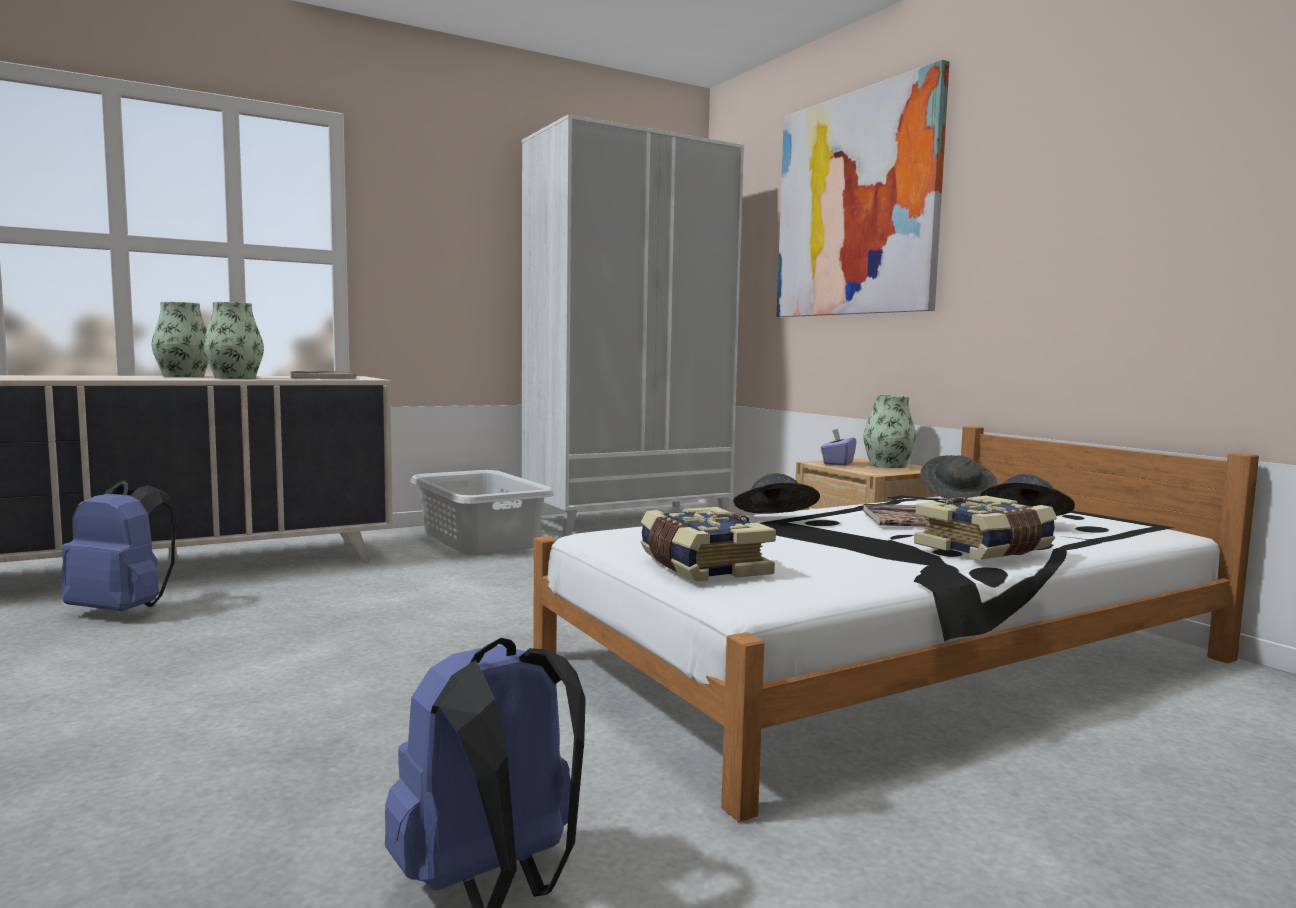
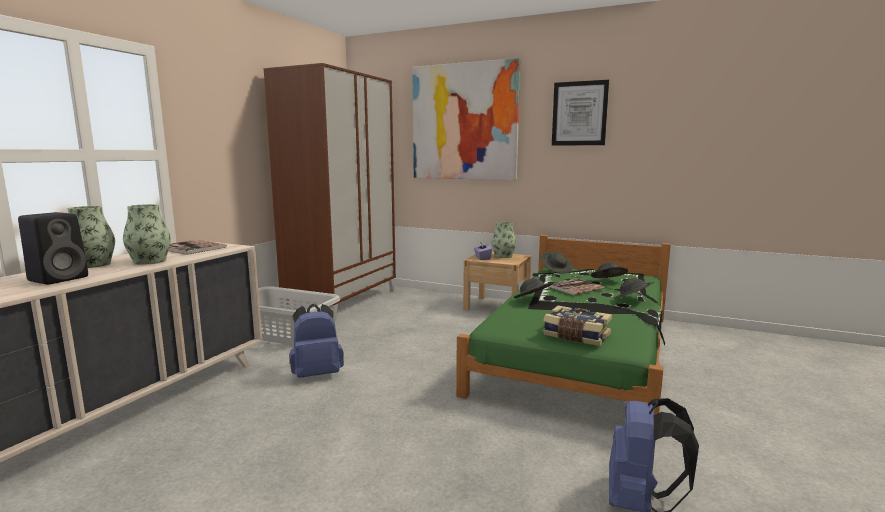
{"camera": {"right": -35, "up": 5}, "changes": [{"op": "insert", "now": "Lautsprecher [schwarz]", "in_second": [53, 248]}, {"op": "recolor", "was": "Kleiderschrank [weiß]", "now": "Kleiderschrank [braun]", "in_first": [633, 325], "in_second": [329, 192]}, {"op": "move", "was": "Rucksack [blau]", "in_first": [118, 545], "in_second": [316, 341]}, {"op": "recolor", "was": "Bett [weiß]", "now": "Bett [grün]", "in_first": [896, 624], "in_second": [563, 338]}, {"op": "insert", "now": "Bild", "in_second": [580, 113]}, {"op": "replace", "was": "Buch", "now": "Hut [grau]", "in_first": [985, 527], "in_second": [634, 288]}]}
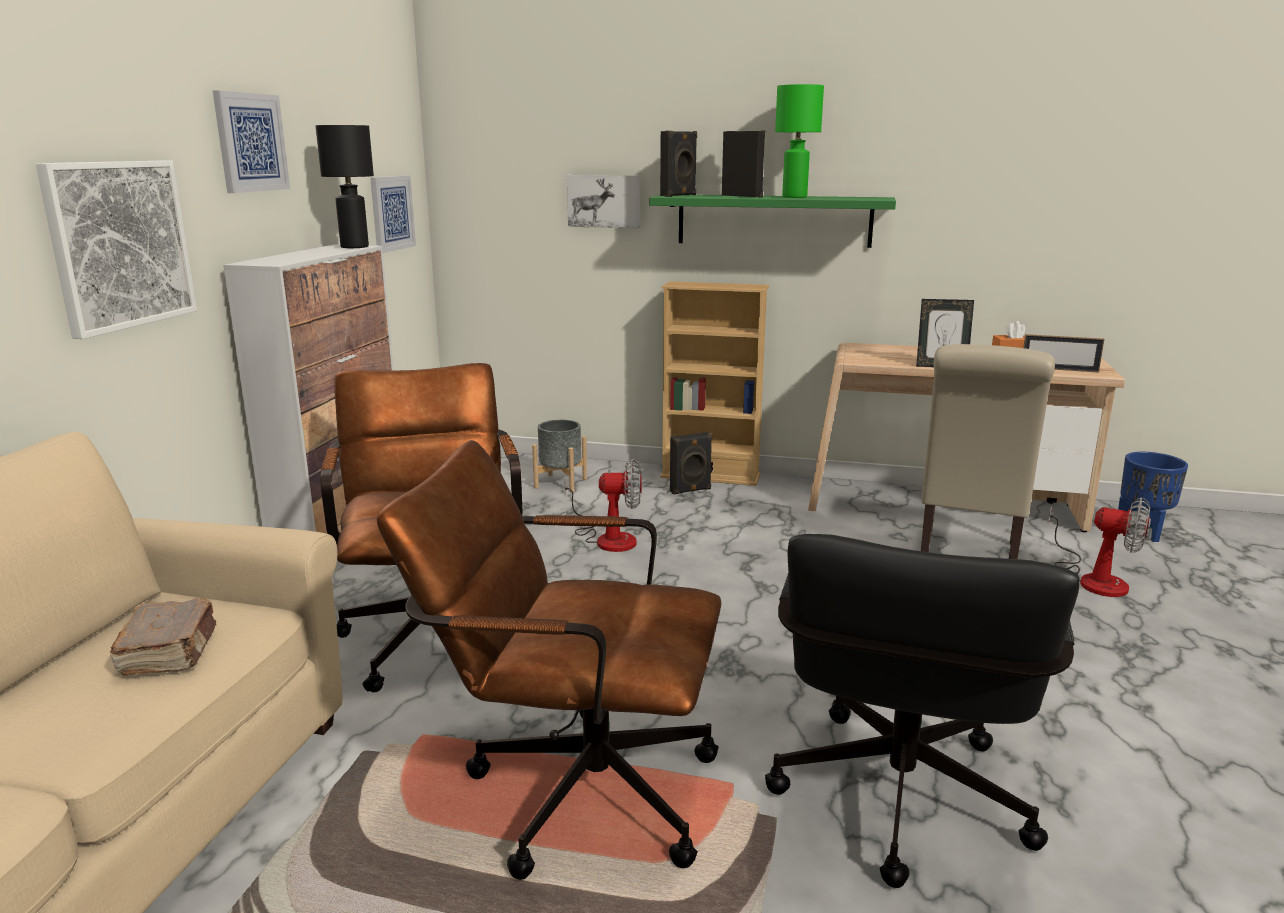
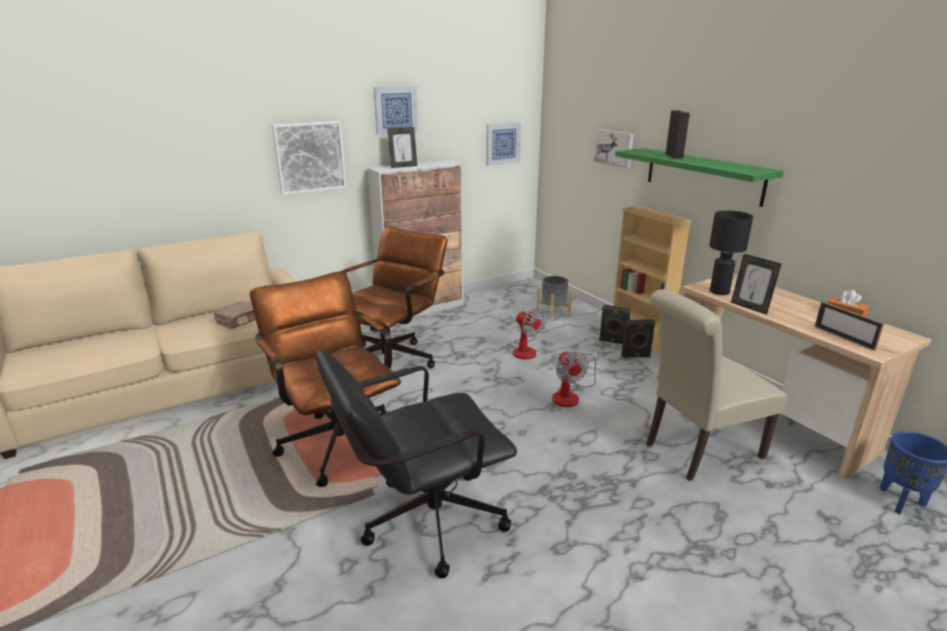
{"camera": {"right": 45, "up": 5}, "changes": [{"op": "insert", "now": "Bilderrahmen", "in_second": [402, 147]}, {"op": "move", "was": "Ventilator", "in_first": [1099, 547], "in_second": [574, 379]}, {"op": "move", "was": "Lautsprecher [schwarz]", "in_first": [678, 164], "in_second": [638, 338]}, {"op": "move", "was": "Tischlampe [schwarz]", "in_first": [344, 186], "in_second": [731, 253]}, {"op": "delete", "was": "Tischlampe [grün]", "in_first": [799, 141]}]}
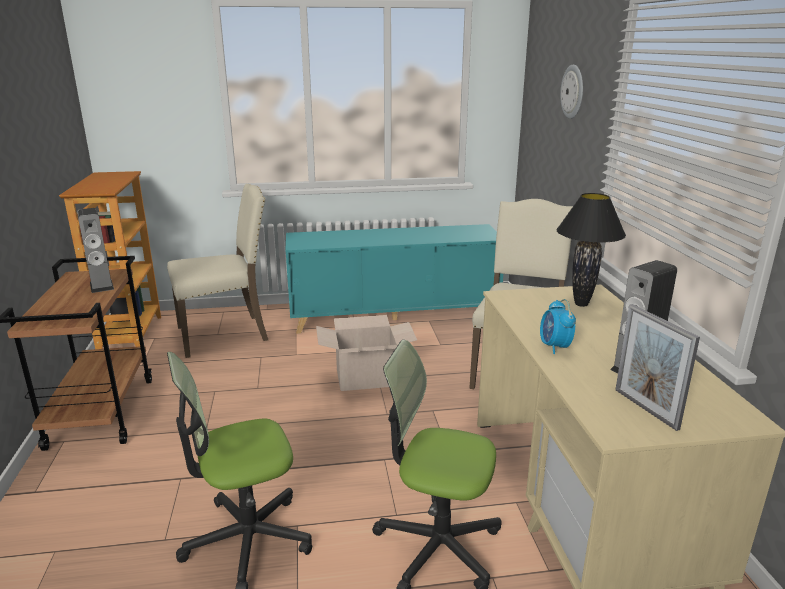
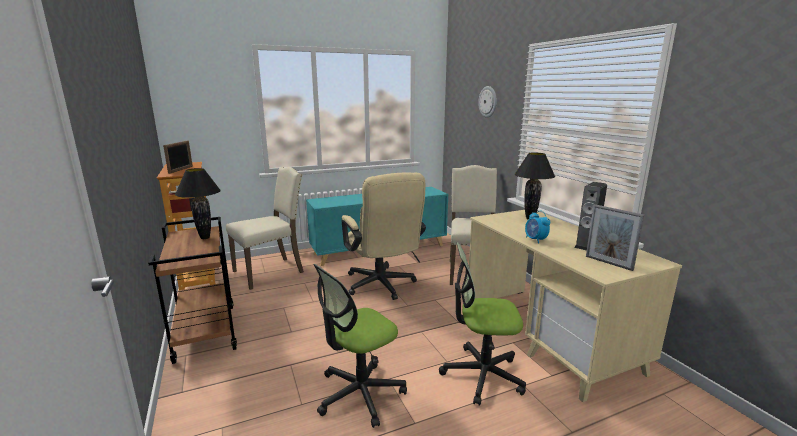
{"camera": {"right": -15, "up": -5}, "changes": [{"op": "insert", "now": "Bilderrahmen", "in_second": [178, 157]}, {"op": "replace", "was": "Lautsprecher", "now": "Tischlampe [schwarz]", "in_first": [95, 250], "in_second": [198, 203]}, {"op": "replace", "was": "Karton", "now": "Bürostuhl [beige]", "in_first": [366, 353], "in_second": [383, 236]}]}
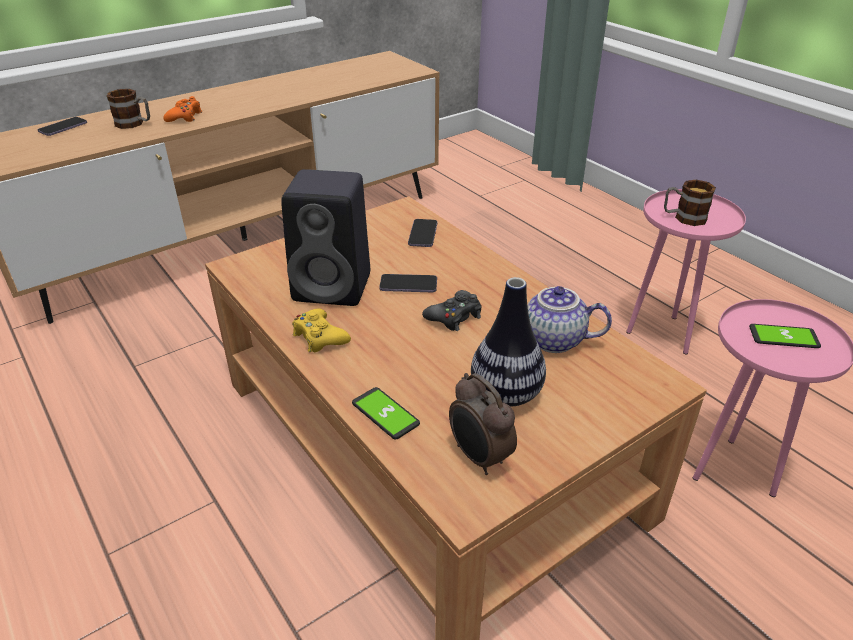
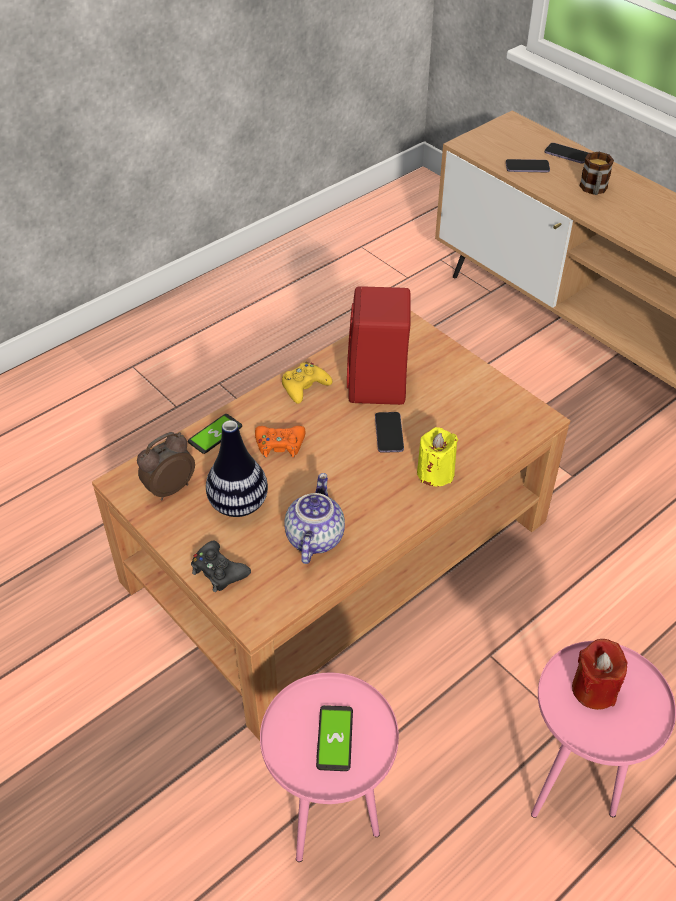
{"camera": {"right": 85, "up": 10}, "changes": [{"op": "move", "was": "Gamepad [schwarz]", "in_first": [452, 310], "in_second": [221, 566]}, {"op": "move", "was": "Gamepad [orange]", "in_first": [182, 109], "in_second": [280, 441]}, {"op": "recolor", "was": "Lautsprecher [schwarz]", "now": "Lautsprecher [rot]", "in_first": [325, 237], "in_second": [379, 345]}, {"op": "insert", "now": "Kerze [gelb]", "in_second": [437, 457]}, {"op": "move", "was": "Handy", "in_first": [422, 233], "in_second": [528, 166]}, {"op": "replace", "was": "Henkelbecher", "now": "Kerze [rot]", "in_first": [690, 203], "in_second": [599, 674]}]}
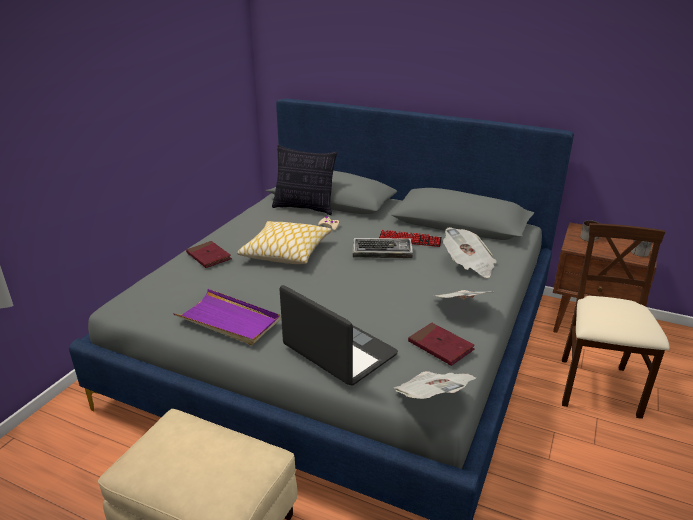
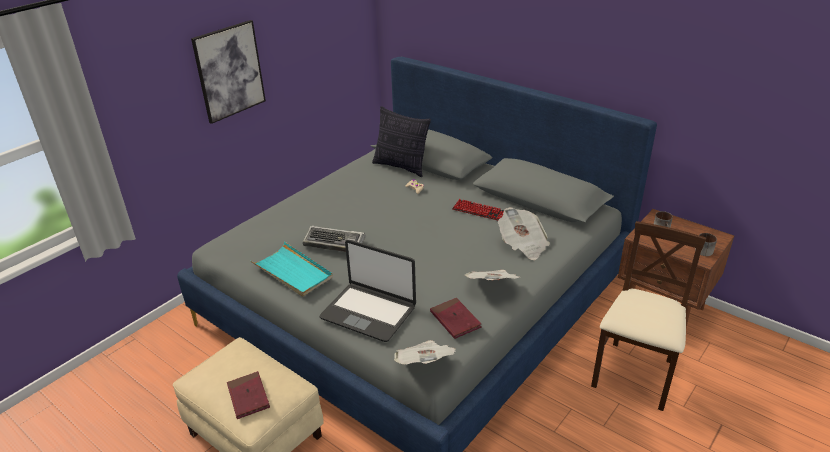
{"camera": {"right": 15, "up": 5}, "changes": [{"op": "insert", "now": "Bild", "in_second": [228, 72]}, {"op": "move", "was": "Buch [rot]", "in_first": [209, 254], "in_second": [248, 395]}, {"op": "recolor", "was": "Tablett [lila]", "now": "Tablett [türkis]", "in_first": [227, 317], "in_second": [292, 269]}, {"op": "move", "was": "Tastatur", "in_first": [383, 248], "in_second": [334, 239]}, {"op": "rotate", "was": "Laptop", "in_first": [339, 335], "in_second": [367, 291], "clockwise": 150}, {"op": "delete", "was": "Kissen", "in_first": [284, 242]}]}
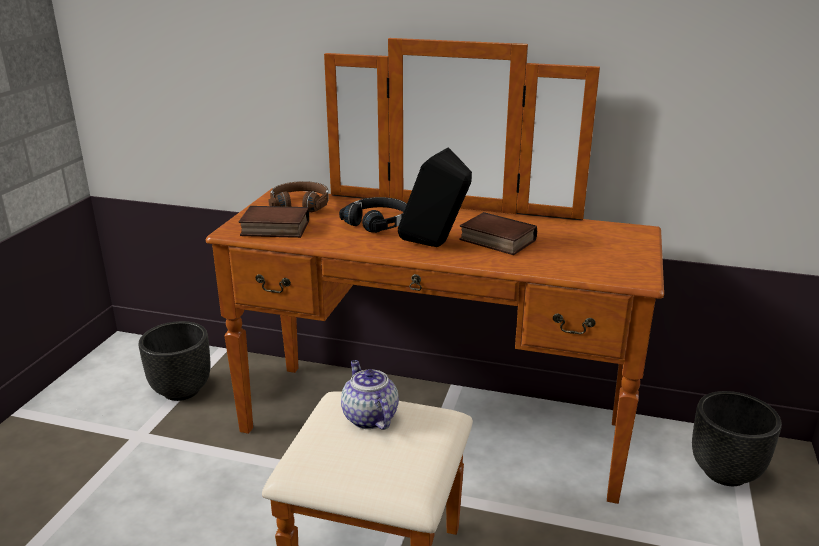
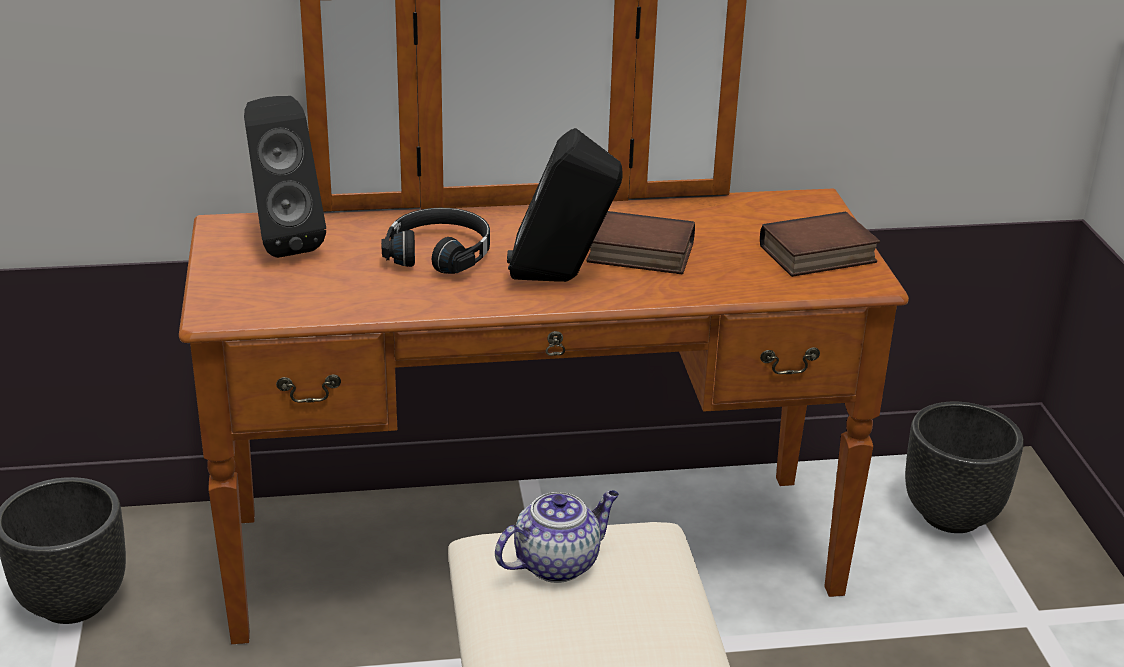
{"camera": {"right": -25, "up": 5}, "changes": [{"op": "replace", "was": "Kopfhörer [braun]", "now": "Lautsprecher [schwarz]", "in_first": [298, 197], "in_second": [285, 177]}, {"op": "rotate", "was": "Teekanne", "in_first": [370, 395], "in_second": [557, 536], "clockwise": 105}, {"op": "move", "was": "Buch", "in_first": [273, 222], "in_second": [820, 244]}]}
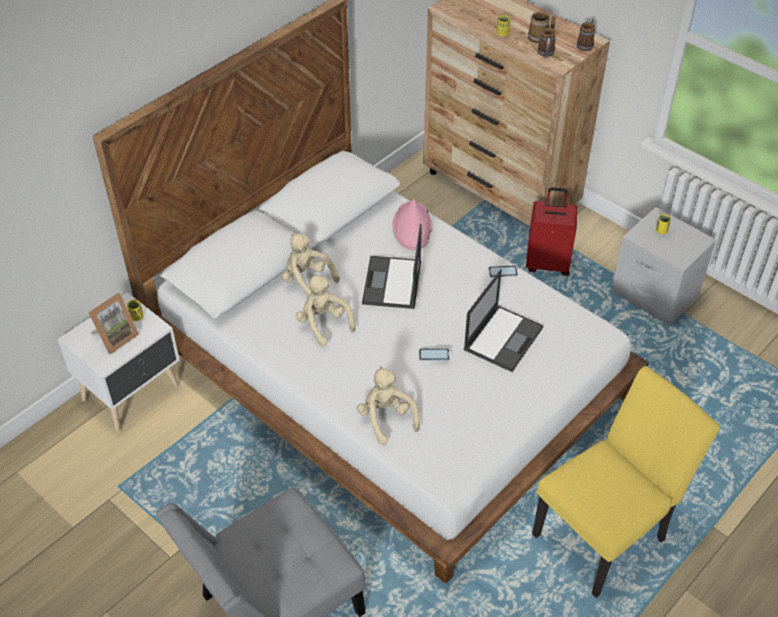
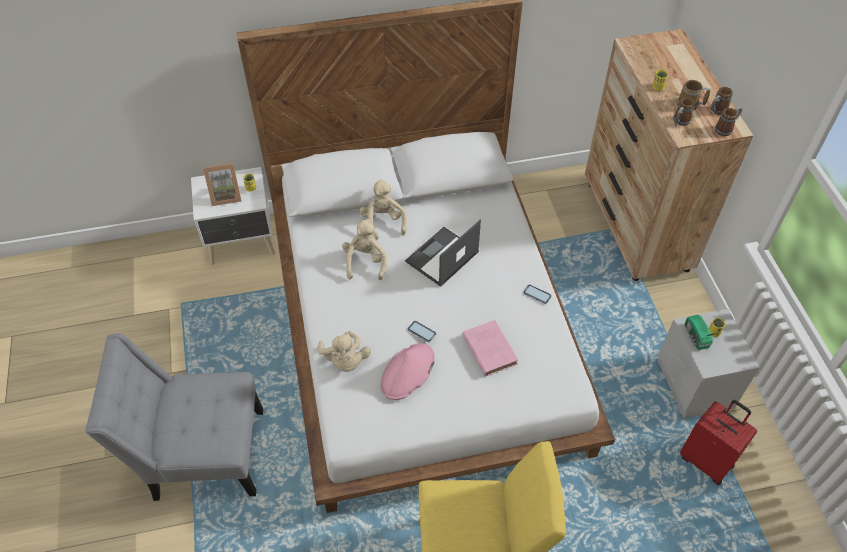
{"camera": {"right": 35, "up": 5}, "changes": [{"op": "rotate", "was": "Plüschtier [beige]", "in_first": [388, 405], "in_second": [344, 351], "clockwise": 150}, {"op": "move", "was": "Hut [rosa]", "in_first": [413, 224], "in_second": [407, 371]}, {"op": "replace", "was": "Laptop", "now": "Buch [rosa]", "in_first": [503, 320], "in_second": [490, 348]}, {"op": "move", "was": "Koffer [rot]", "in_first": [552, 231], "in_second": [718, 442]}, {"op": "insert", "now": "Radio", "in_second": [702, 332]}, {"op": "insert", "now": "Henkelbecher", "in_second": [722, 101]}]}
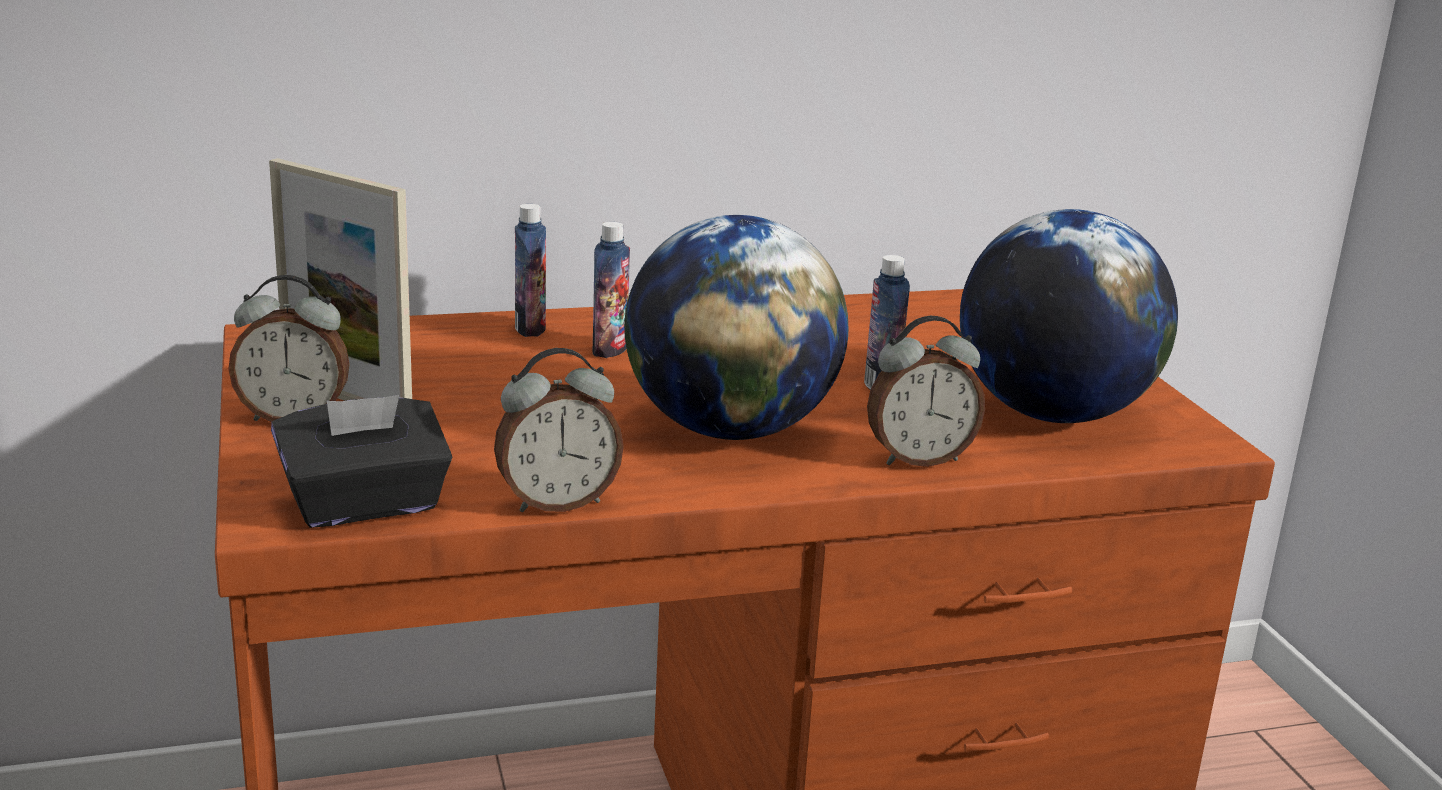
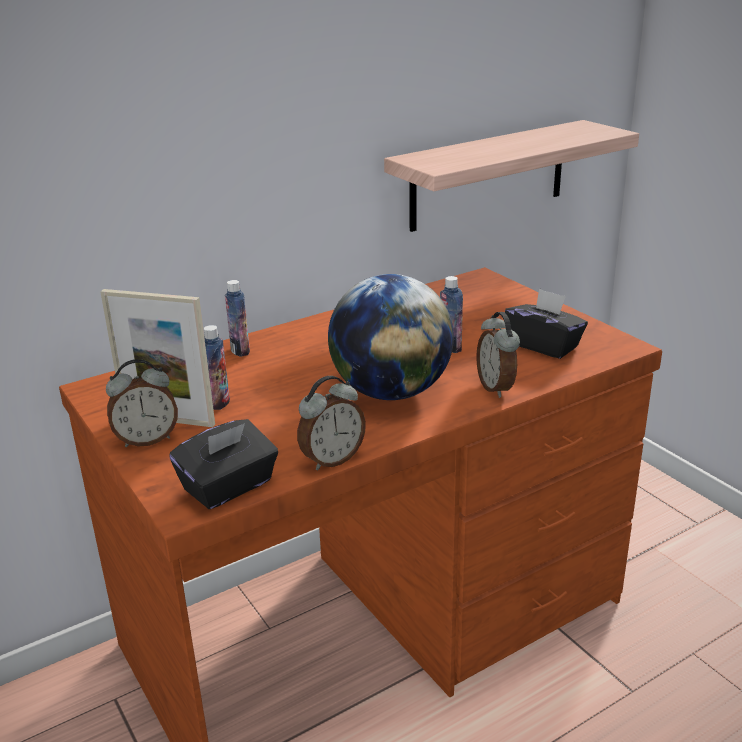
{"camera": {"right": -15, "up": 5}, "changes": [{"op": "move", "was": "Flasche", "in_first": [611, 290], "in_second": [217, 367]}, {"op": "insert", "now": "Wandregal", "in_second": [511, 176]}, {"op": "rotate", "was": "Wecker", "in_first": [926, 391], "in_second": [498, 355], "clockwise": 105}, {"op": "replace", "was": "Globus", "now": "Taschentuchbox [schwarz]", "in_first": [1069, 316], "in_second": [546, 323]}]}
